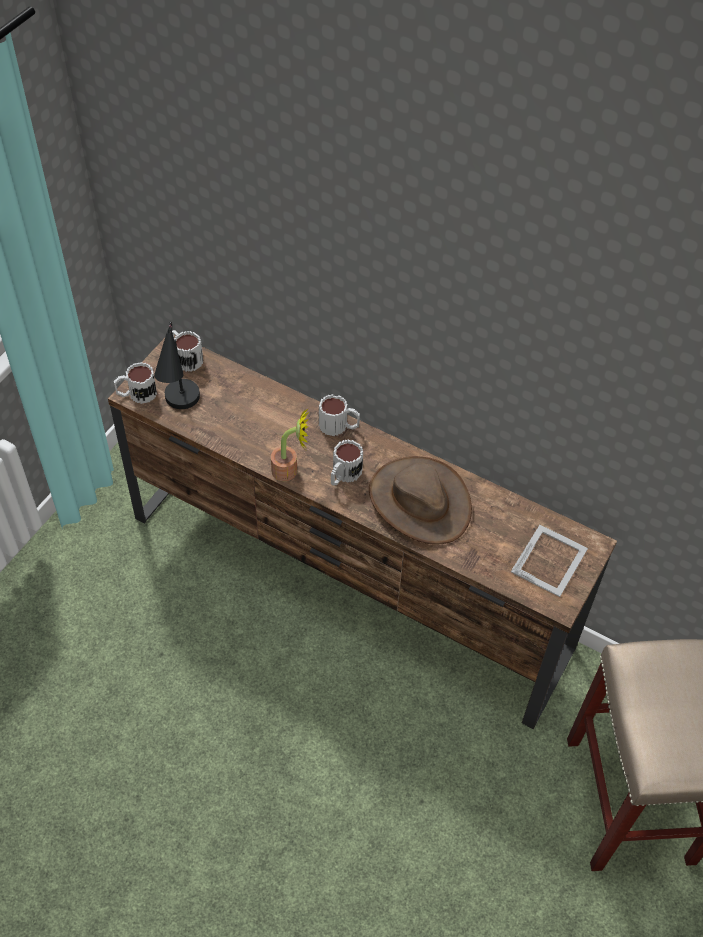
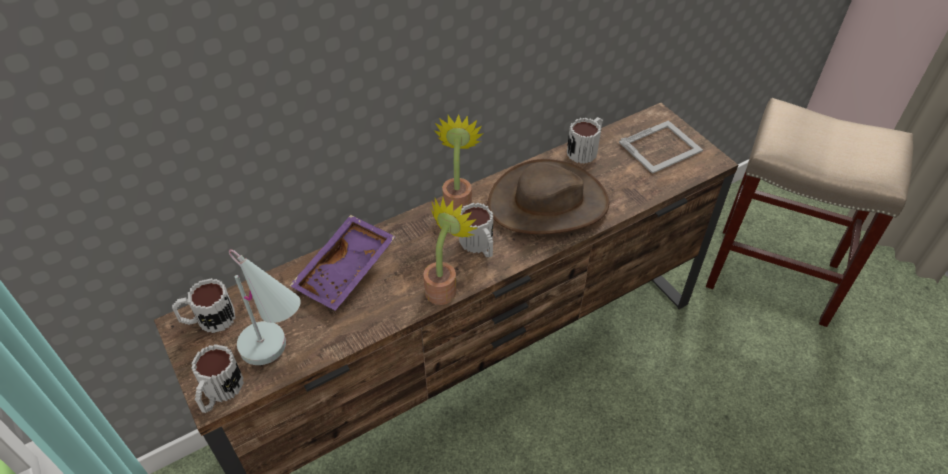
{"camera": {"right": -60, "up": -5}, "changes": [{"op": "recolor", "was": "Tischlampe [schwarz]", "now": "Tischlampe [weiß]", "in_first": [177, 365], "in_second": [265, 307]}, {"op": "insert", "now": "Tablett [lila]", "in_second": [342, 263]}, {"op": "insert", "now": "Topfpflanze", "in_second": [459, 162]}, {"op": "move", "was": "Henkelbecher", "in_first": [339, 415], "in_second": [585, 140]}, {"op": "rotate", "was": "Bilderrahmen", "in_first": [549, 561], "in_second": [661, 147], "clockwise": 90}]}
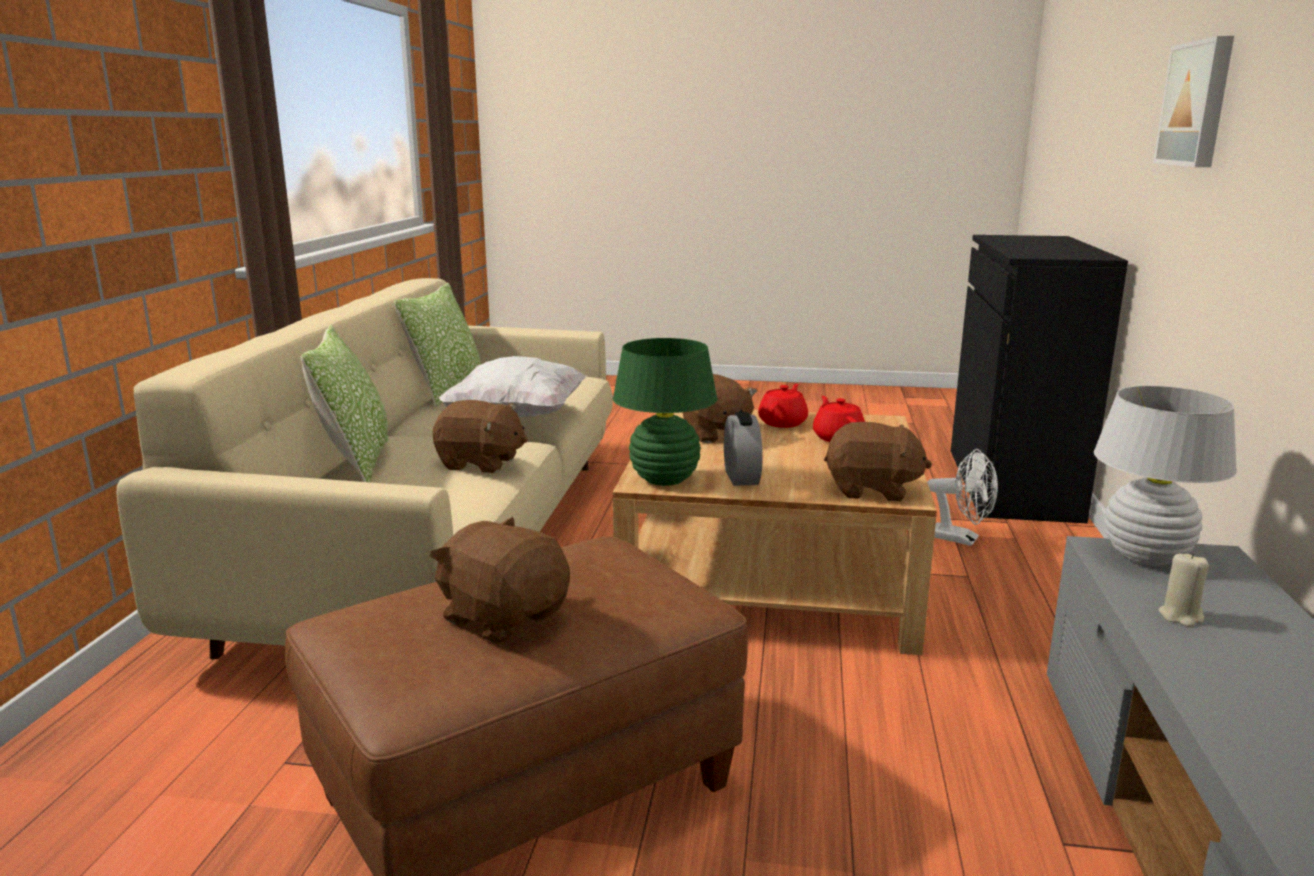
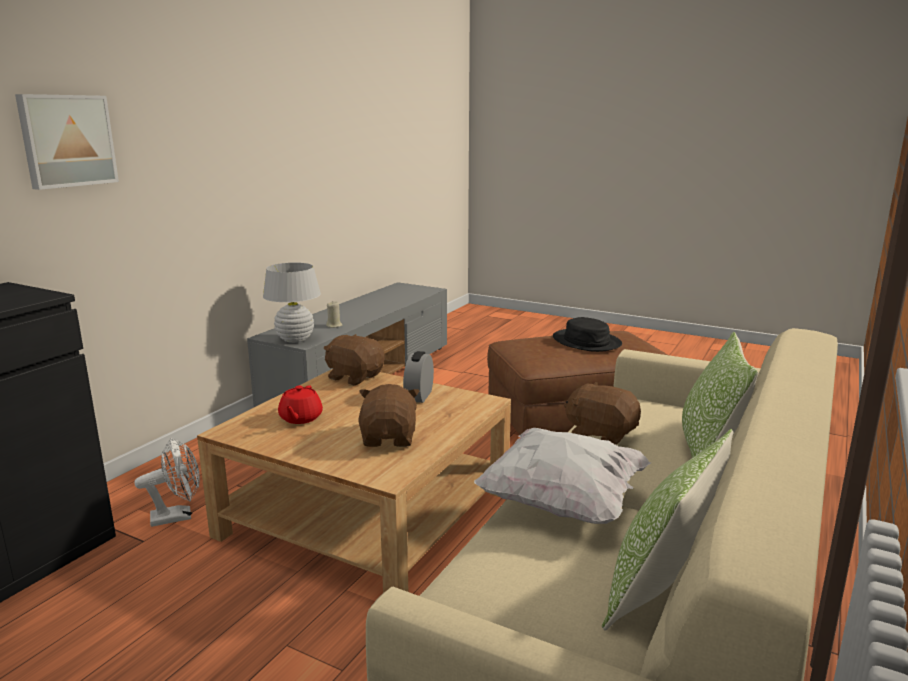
{"camera": {"right": -160, "up": 0}, "changes": [{"op": "rotate", "was": "Ventilator [weiß]", "in_first": [962, 497], "in_second": [167, 482], "clockwise": 105}, {"op": "replace", "was": "Plüschtier [braun]", "now": "Hut [schwarz]", "in_first": [500, 580], "in_second": [587, 334]}, {"op": "delete", "was": "Tischlampe [grün]", "in_first": [665, 412]}, {"op": "delete", "was": "Teekanne [rot]", "in_first": [783, 406]}]}
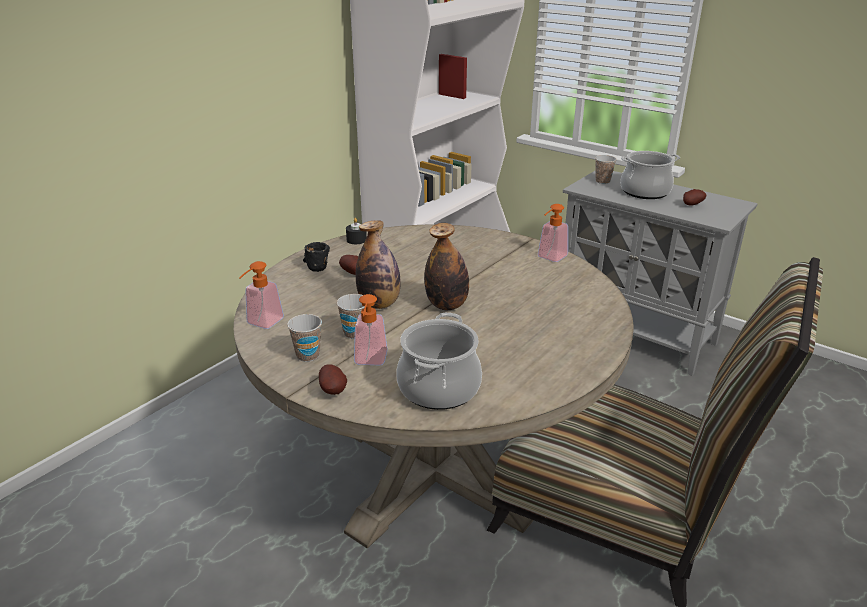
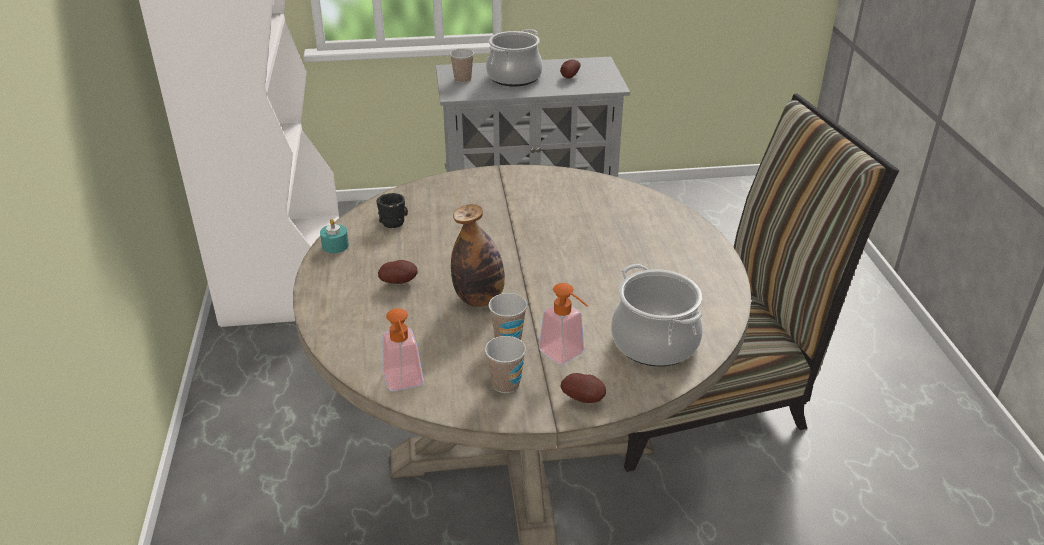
{"camera": {"right": -45, "up": 5}, "changes": [{"op": "recolor", "was": "Kerze [schwarz]", "now": "Kerze [türkis]", "in_first": [356, 231], "in_second": [334, 236]}, {"op": "move", "was": "Henkelbecher [schwarz]", "in_first": [316, 257], "in_second": [392, 210]}, {"op": "delete", "was": "Flasche", "in_first": [446, 266]}, {"op": "delete", "was": "Seifenspender", "in_first": [553, 233]}]}
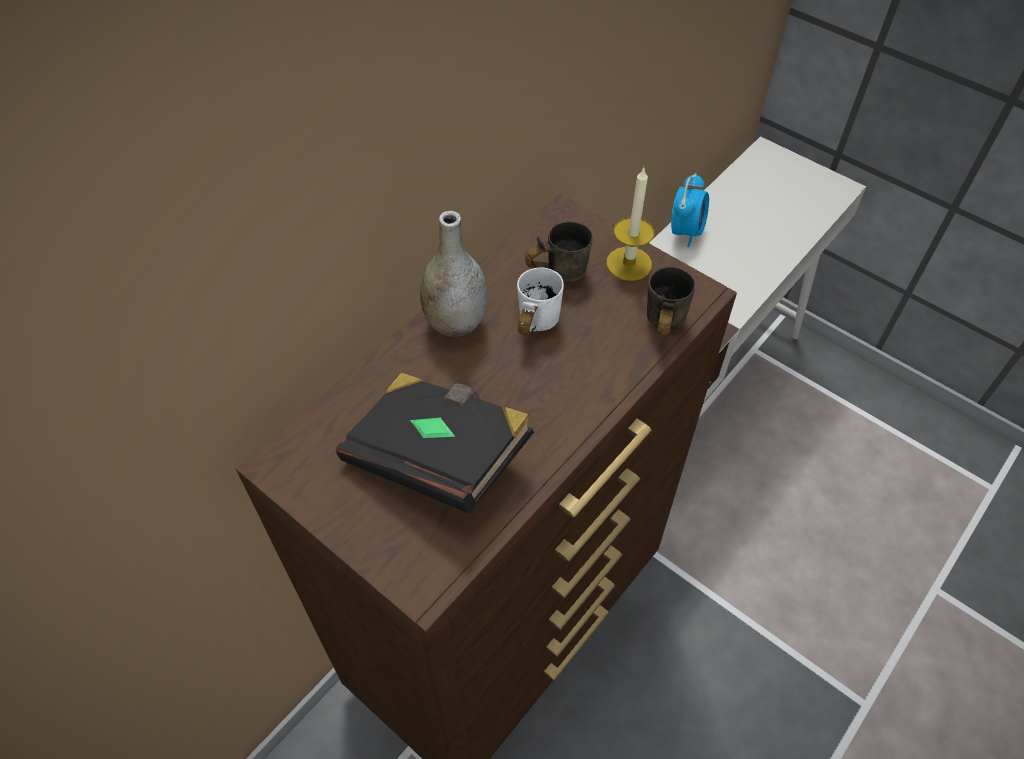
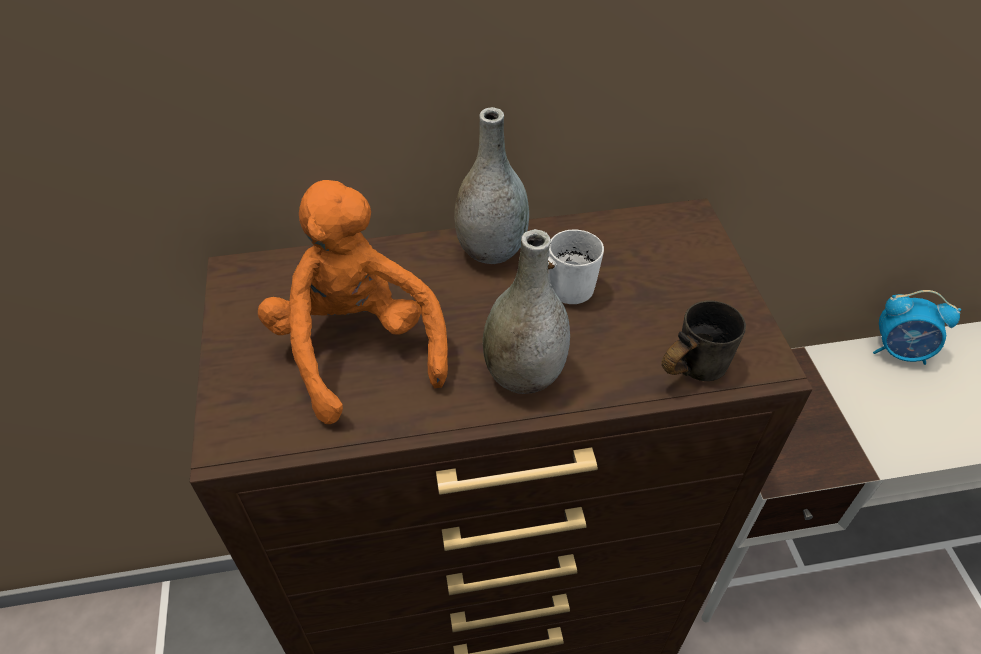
{"camera": {"right": 40, "up": -5}, "changes": [{"op": "replace", "was": "Buch [schwarz]", "now": "Plüschtier [orange]", "in_first": [435, 443], "in_second": [353, 302]}, {"op": "insert", "now": "Vase [grau]", "in_second": [526, 311]}, {"op": "rotate", "was": "Wecker", "in_first": [690, 210], "in_second": [917, 327], "clockwise": 45}, {"op": "delete", "was": "Henkelbecher [grau]", "in_first": [559, 252]}, {"op": "delete", "was": "Kerze", "in_first": [630, 224]}]}
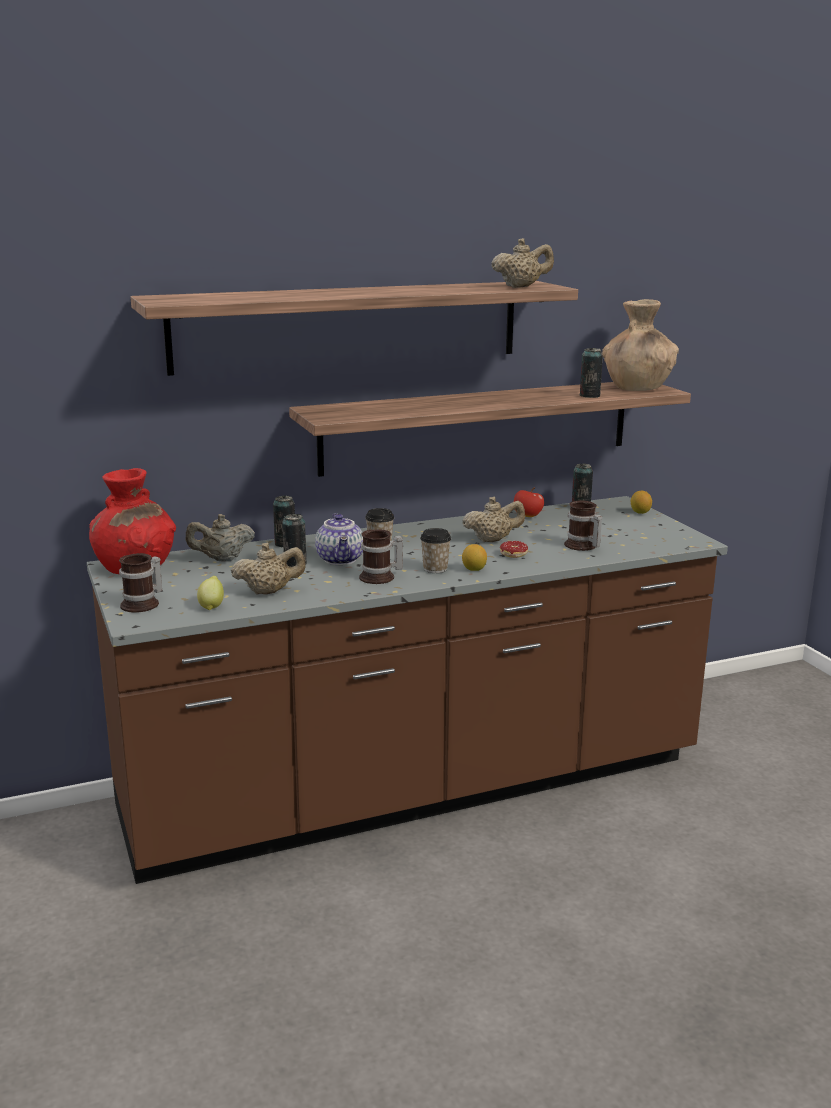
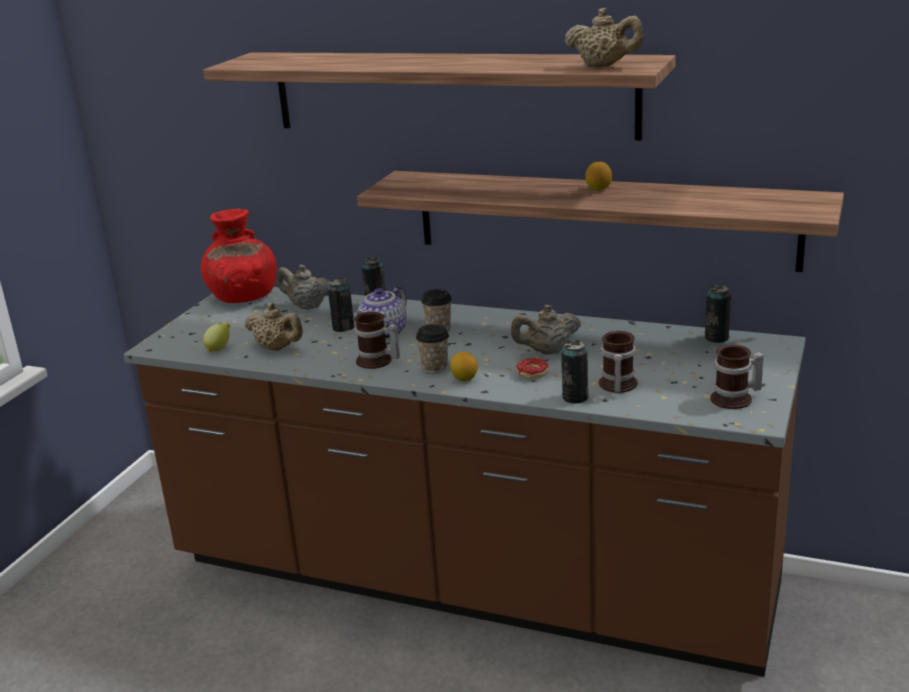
{"camera": {"right": 45, "up": 5}, "changes": [{"op": "rotate", "was": "Teekanne [beige]", "in_first": [493, 519], "in_second": [546, 330], "clockwise": 135}, {"op": "move", "was": "Dose", "in_first": [591, 373], "in_second": [575, 372]}, {"op": "move", "was": "Zitrone", "in_first": [641, 502], "in_second": [598, 176]}, {"op": "move", "was": "Henkelbecher", "in_first": [140, 583], "in_second": [737, 377]}, {"op": "delete", "was": "Apfel", "in_first": [529, 502]}, {"op": "delete", "was": "Vase [braun]", "in_first": [640, 345]}]}
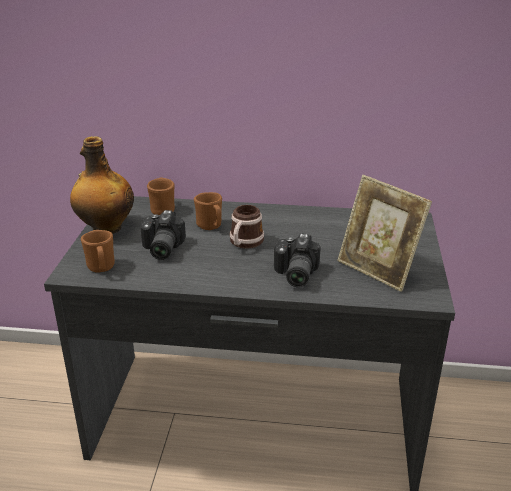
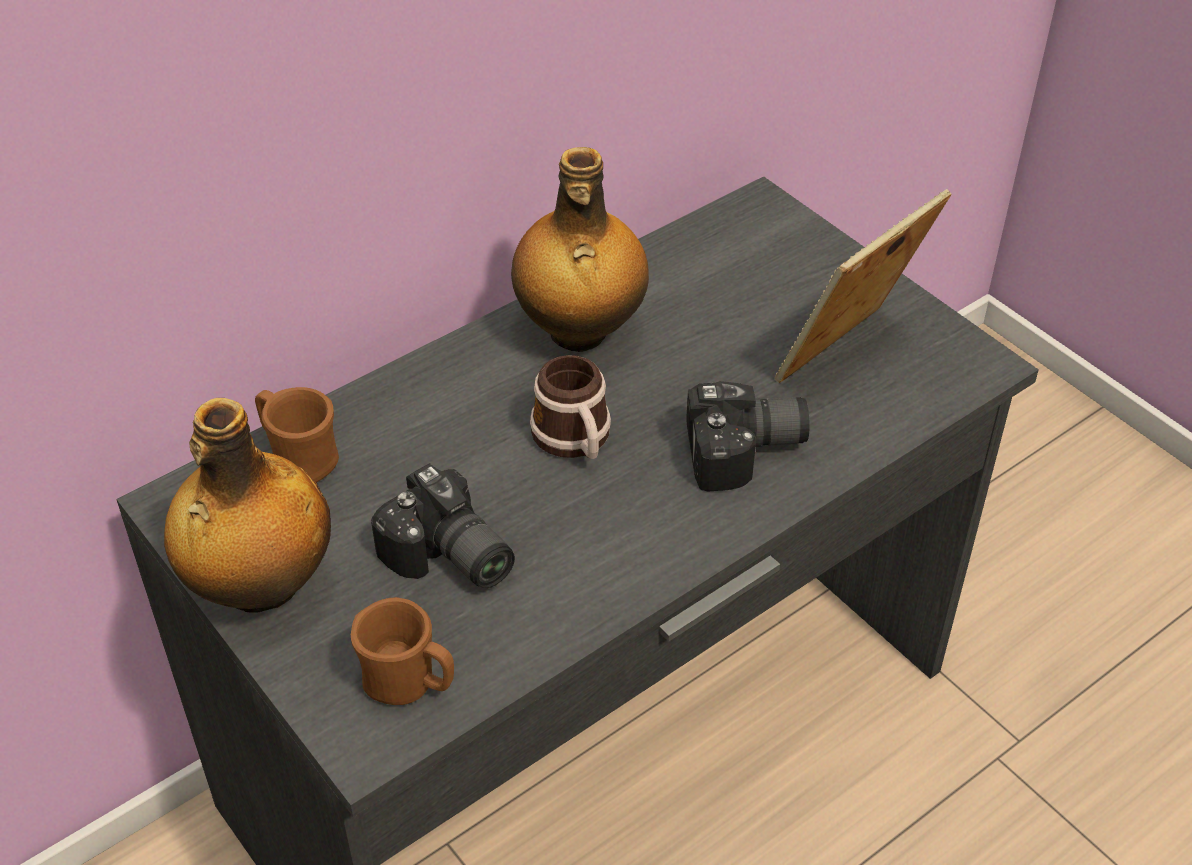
{"camera": {"right": -45, "up": 15}, "changes": [{"op": "insert", "now": "Flasche", "in_second": [580, 249]}, {"op": "rotate", "was": "Kamera", "in_first": [297, 260], "in_second": [748, 436], "clockwise": -60}, {"op": "rotate", "was": "Bilderrahmen", "in_first": [384, 233], "in_second": [863, 286], "clockwise": 135}, {"op": "delete", "was": "Henkelbecher [braun]", "in_first": [208, 211]}]}
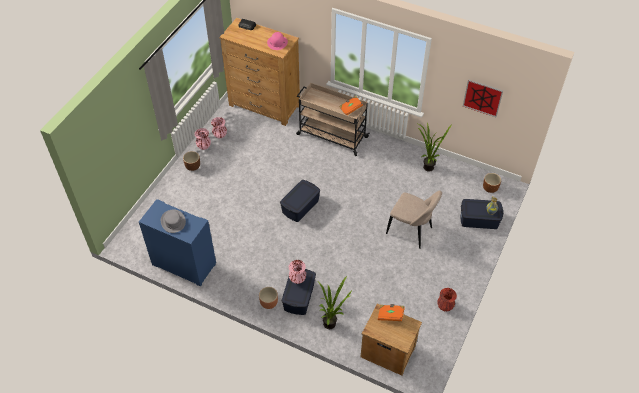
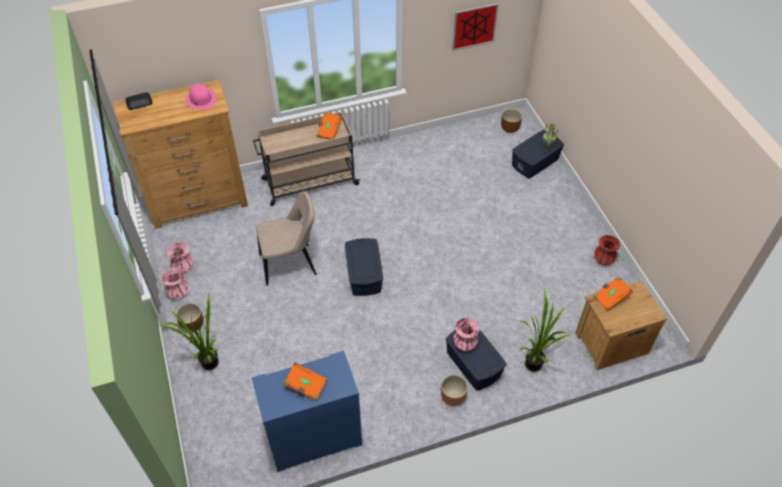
{"camera": {"right": -45, "up": 0}, "changes": [{"op": "move", "was": "Topfpflanze", "in_first": [433, 147], "in_second": [190, 332]}, {"op": "move", "was": "Stuhl [beige]", "in_first": [414, 219], "in_second": [286, 238]}, {"op": "replace", "was": "Hut [grau]", "now": "Buch [orange]", "in_first": [173, 221], "in_second": [305, 381]}]}
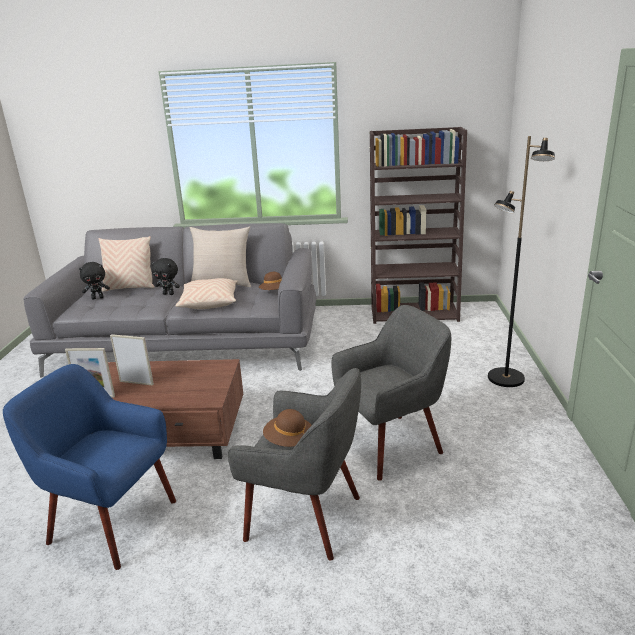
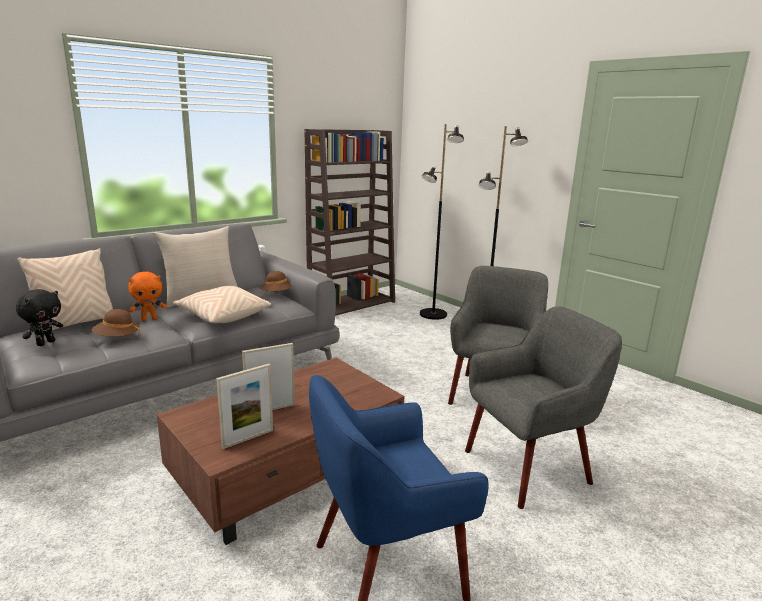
{"camera": {"right": -45, "up": -5}, "changes": [{"op": "move", "was": "Hut [braun]", "in_first": [287, 428], "in_second": [116, 323]}, {"op": "recolor", "was": "Plüschtier [schwarz]", "now": "Plüschtier [orange]", "in_first": [165, 276], "in_second": [147, 296]}, {"op": "insert", "now": "Stehlampe [schwarz]", "in_second": [442, 222]}]}
